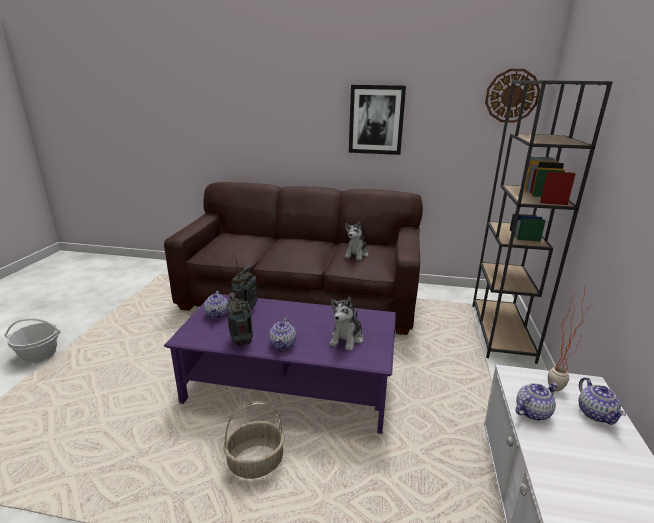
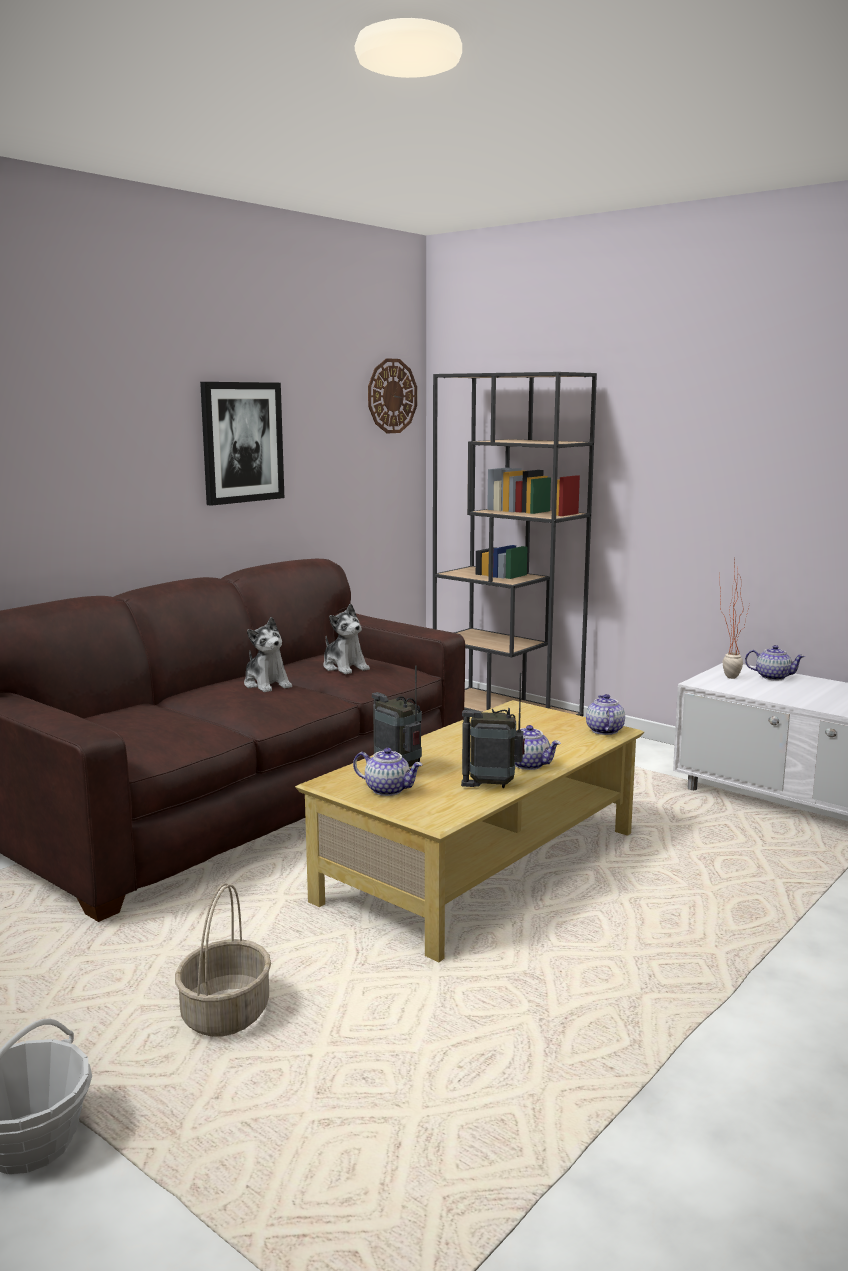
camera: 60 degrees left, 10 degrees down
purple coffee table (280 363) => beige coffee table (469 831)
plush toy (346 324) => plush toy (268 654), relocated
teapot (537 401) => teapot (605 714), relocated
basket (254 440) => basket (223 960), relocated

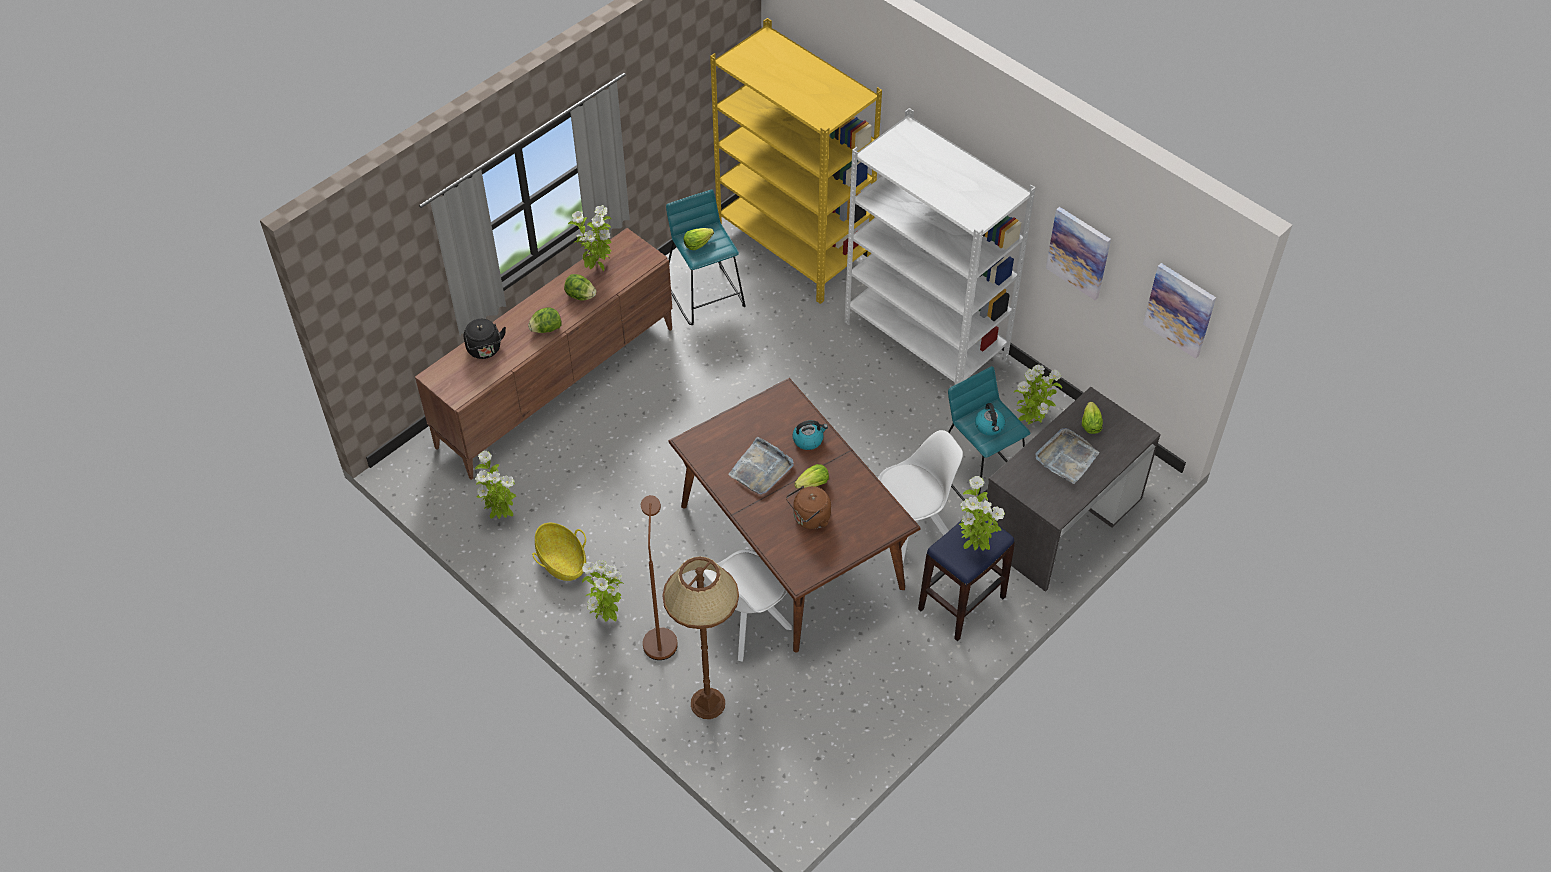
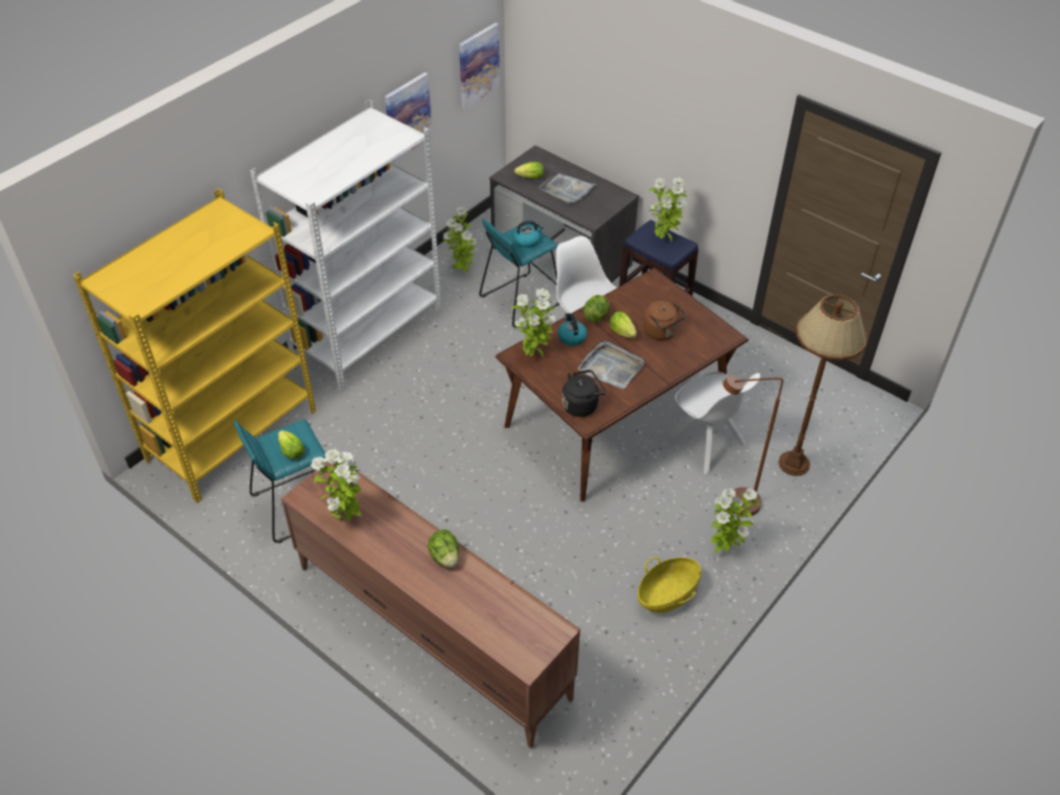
camera: 95 degrees left, 5 degrees down
lettuce (580 287) => lettuce (597 309), relocated
black kettle (485 339) => black kettle (584 393), relocated
potted plant (495 485) => potted plant (533 322), relocated

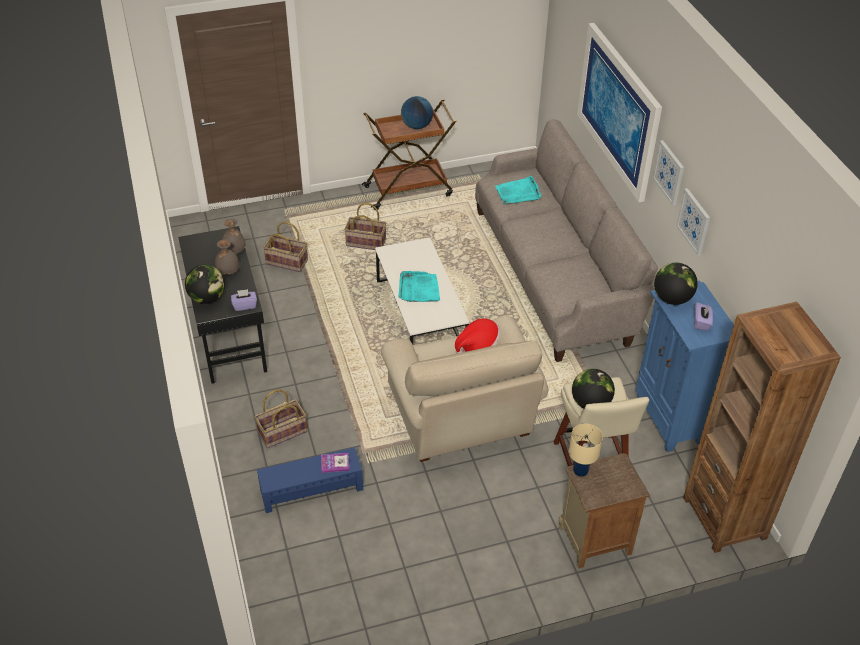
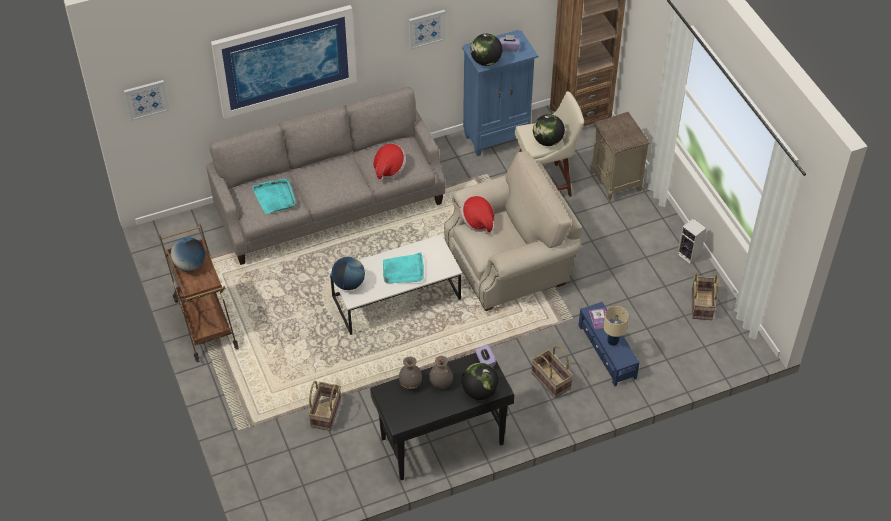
camera: 95 degrees left, 5 degrees up
picture (668 173) => picture (146 100), relocated
basket (365 226) => basket (705 296), relocated
beige table lamp (586 450) => beige table lamp (616 326), relocated
nothing => hat (389 163)
nothing => speaker (691 241)
nothing => globe (348 273)

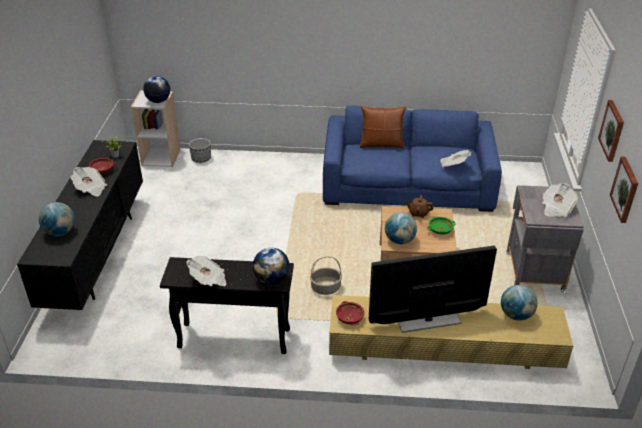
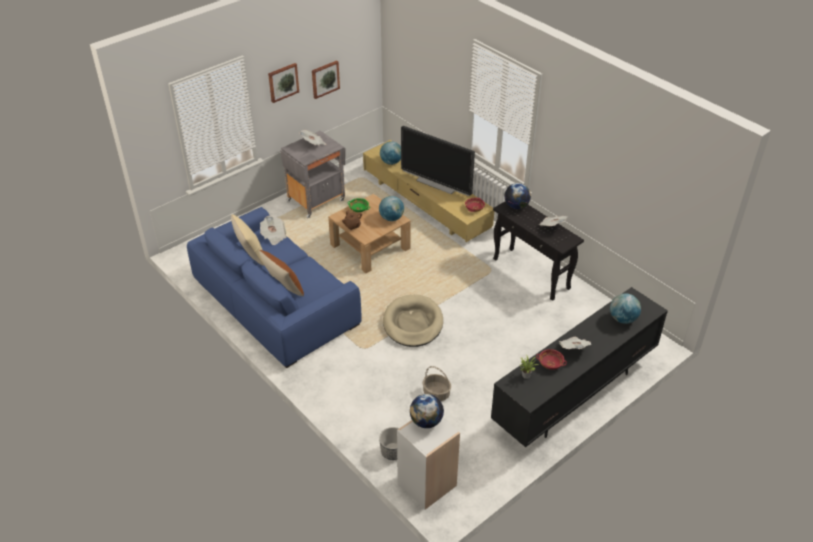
camera: 135 degrees left, 5 degrees up
basket (326 275) => basket (437 383), relocated
nothing => beige pillow (248 240)
nothing => beige dog bed (413 321)

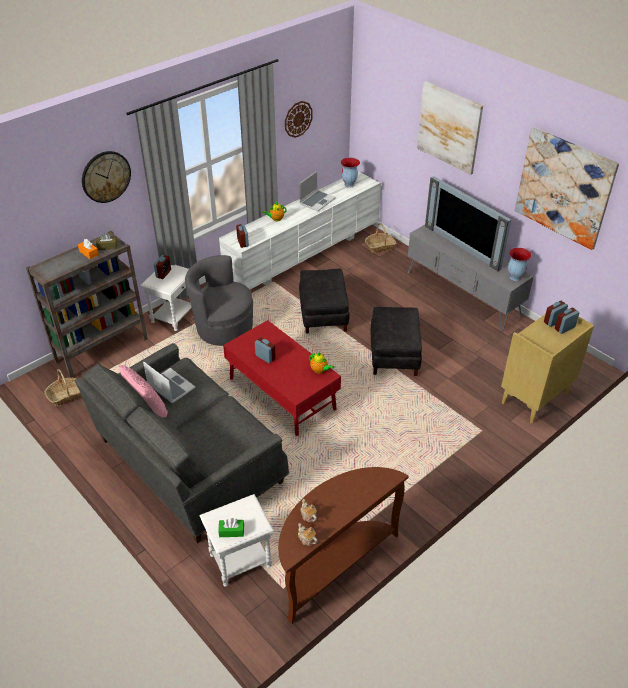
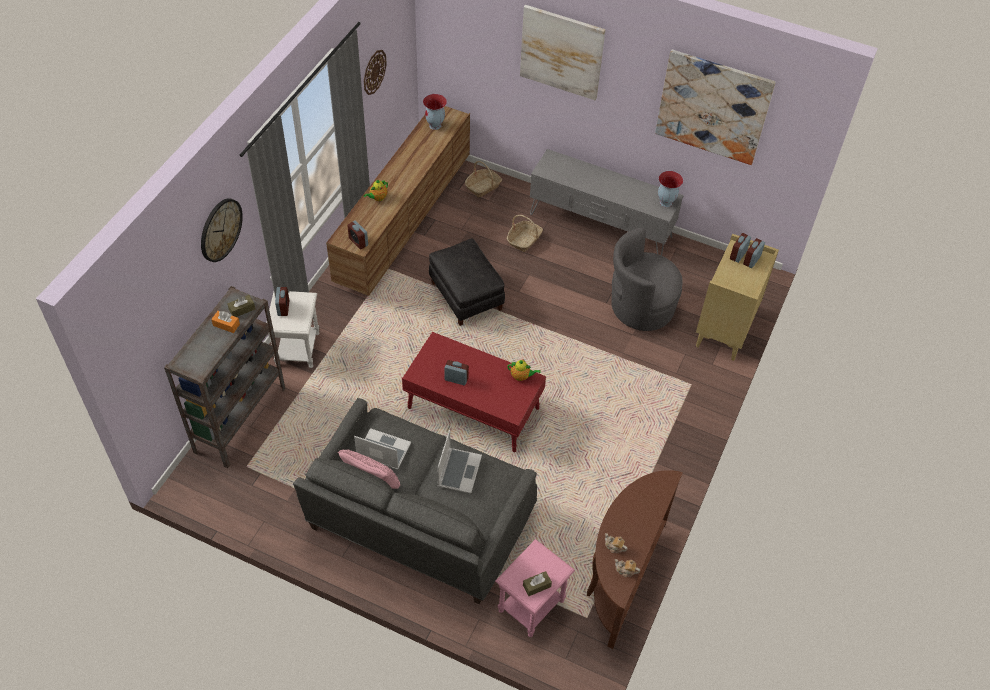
camera: 25 degrees left, 10 degrees up
laptop (317 190) => laptop (460 461), relocated
white cabinet (300 230) => brown cabinet (398 201)
television (468 223) => nothing
grey armchair (219 300) => grey armchair (647 279), relocated
black ottoman (396 341) => nothing
basket (63 388) => basket (525 233), relocated
white side table (236 540) => pink side table (535 588)
green tissue box (231 527) => brown tissue box (537 583)

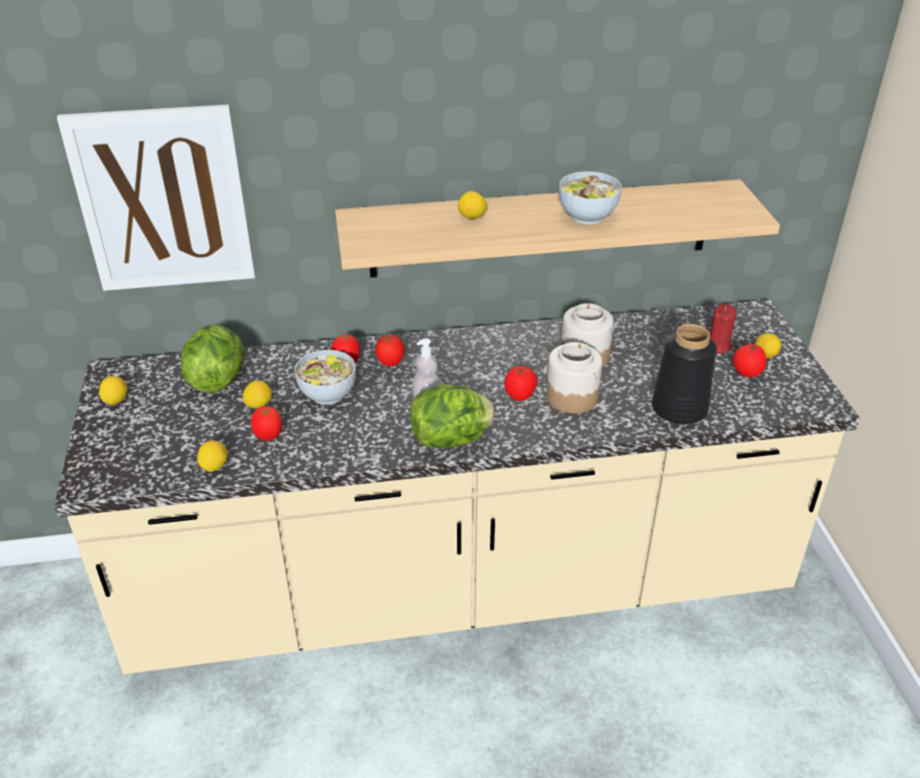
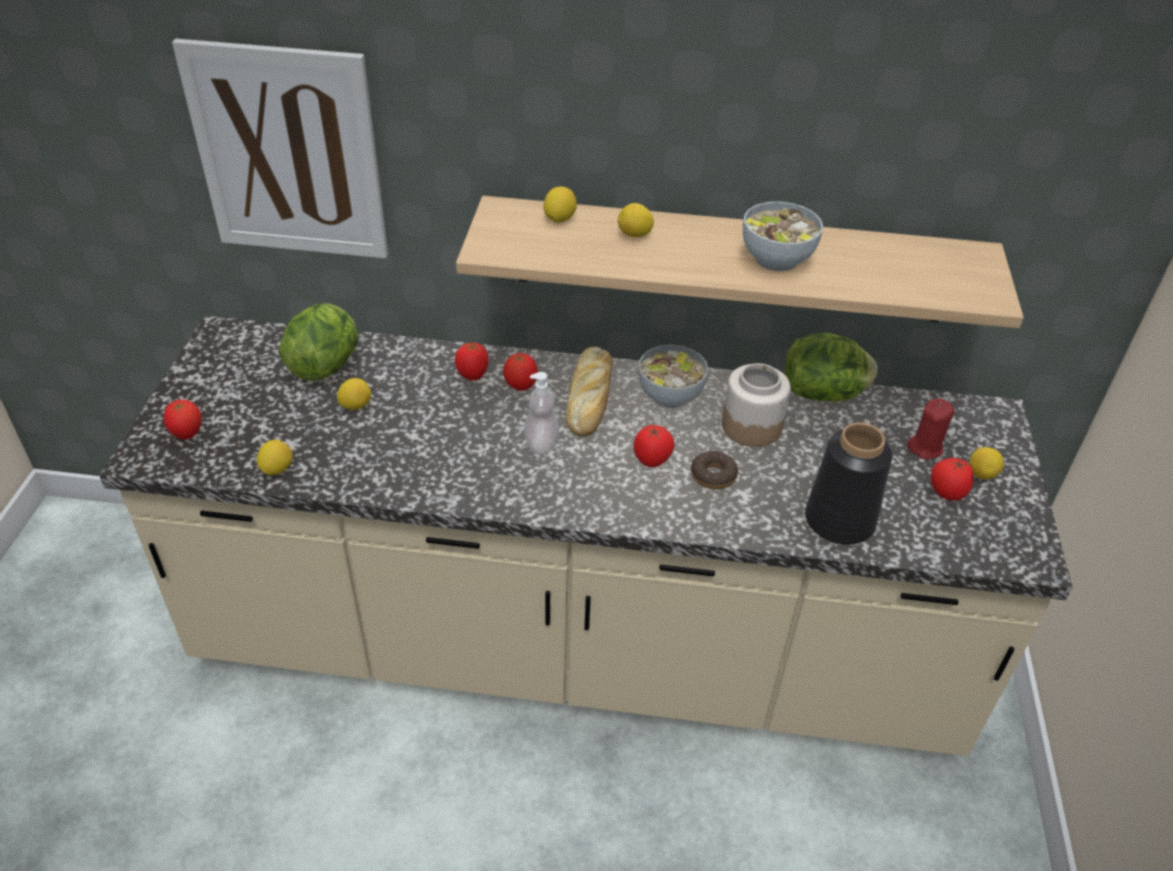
camera: 15 degrees right, 5 degrees up
jar (574 378) => donut (714 470)
bowl (325 377) => bowl (673 376), relocated
lemon (113 390) => lemon (560 204), relocated
lettuce (452 416) => lettuce (831 367), relocated
tomato (266 423) => tomato (183 419), relocated
nothing => bread (589 391)

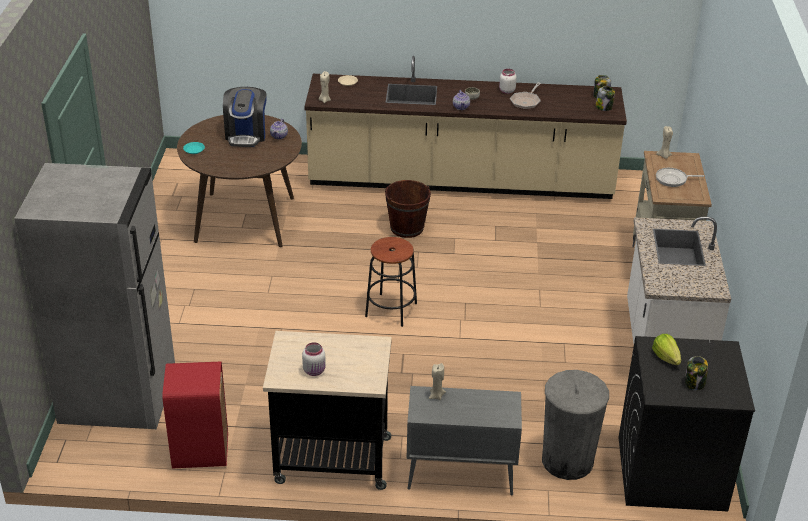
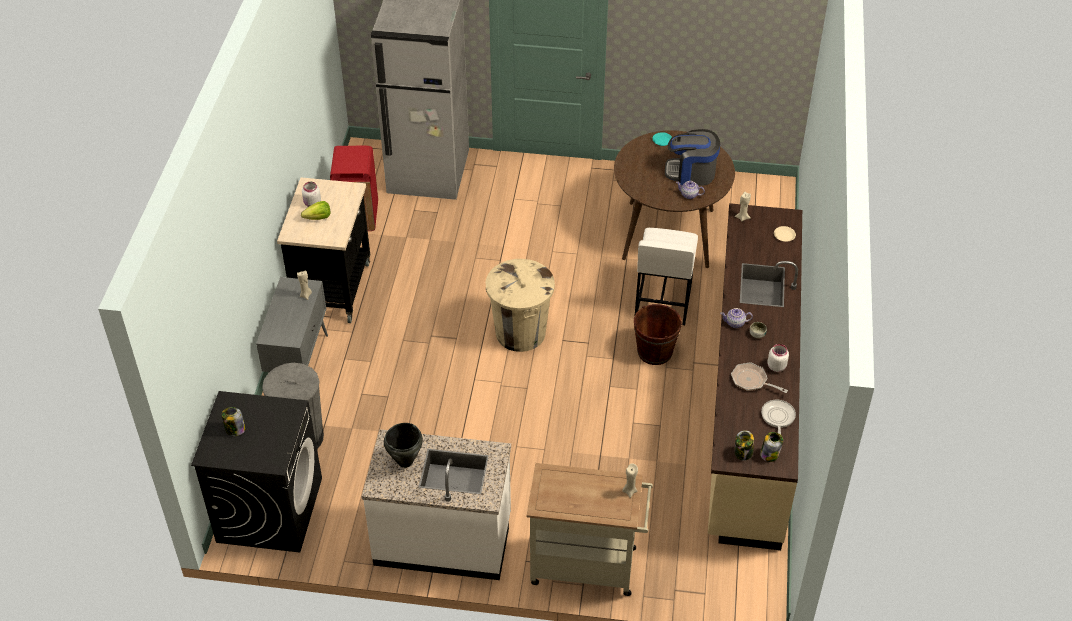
camera: 95 degrees right, 10 degrees up
frying pan (680 177) => frying pan (778 417), relocated
black stool (391 282) => beige trash can (520 305)
lettuce (666 349) => lettuce (315 210), relocated
nothing => white chair (666 276)
nothing => black cooking pot (403 445)

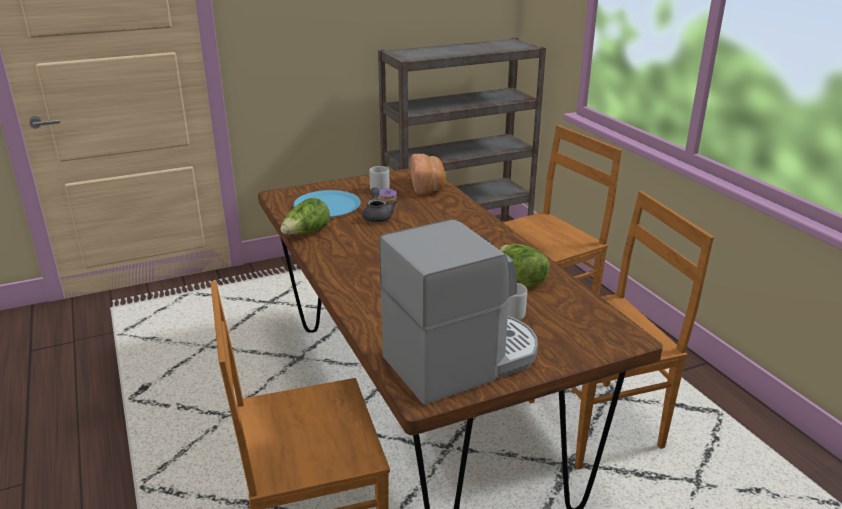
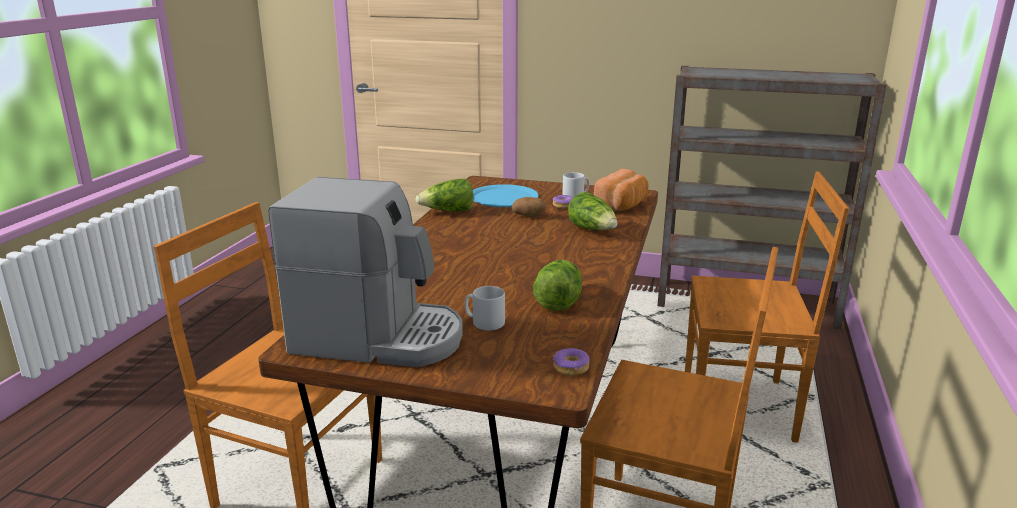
camera: 40 degrees right, 5 degrees down
grey teapot (380 204) => potato (529 207)
nothing => lettuce (593 211)
nothing => donut (571 362)

